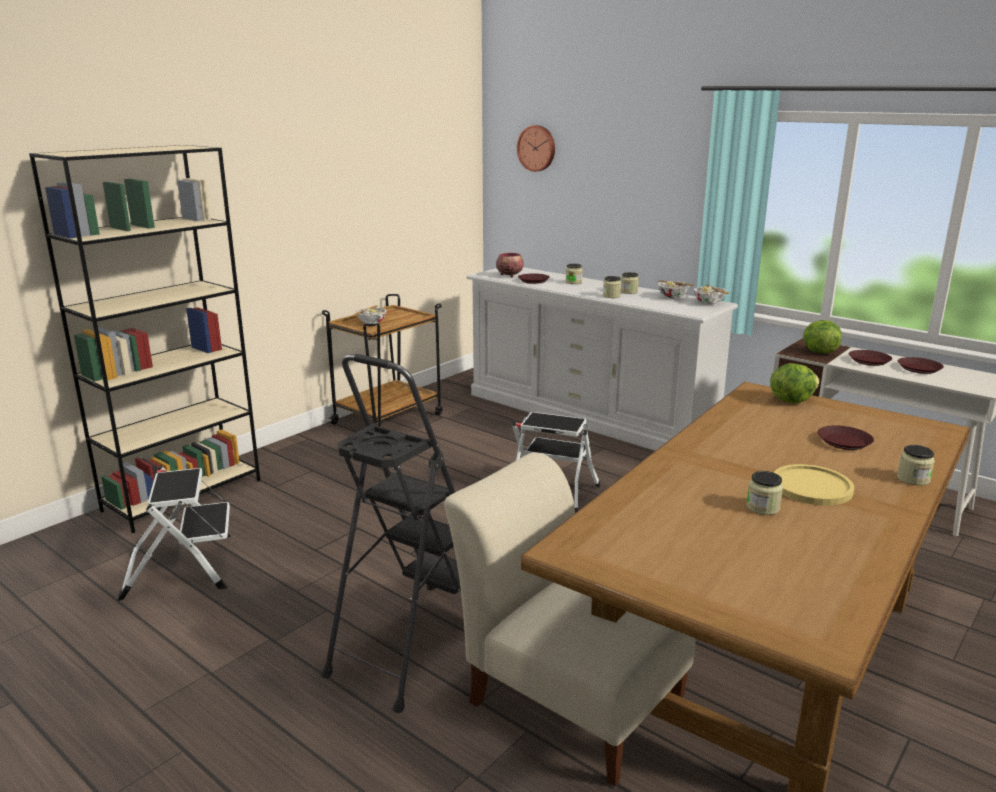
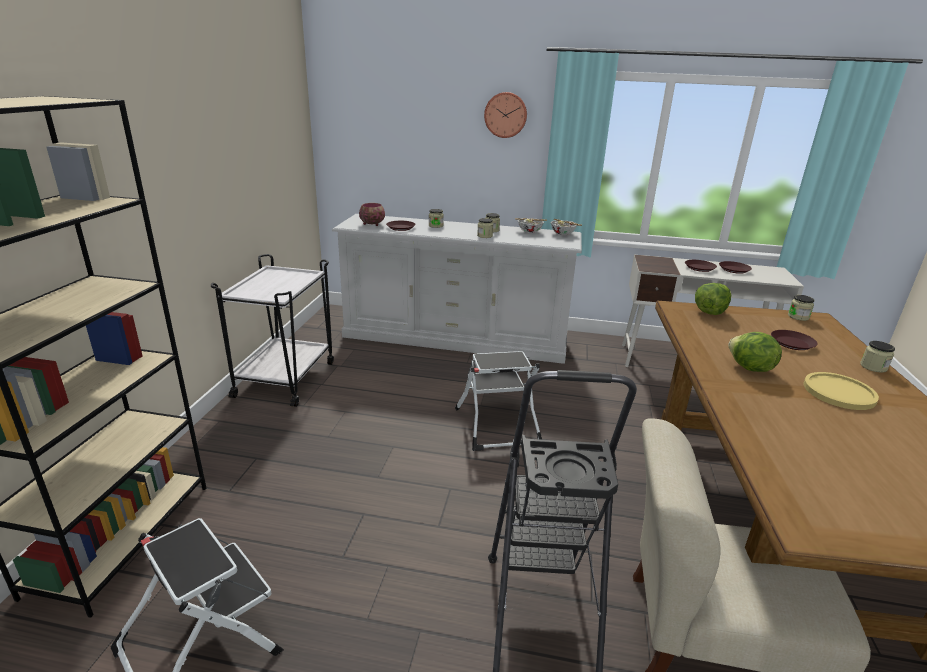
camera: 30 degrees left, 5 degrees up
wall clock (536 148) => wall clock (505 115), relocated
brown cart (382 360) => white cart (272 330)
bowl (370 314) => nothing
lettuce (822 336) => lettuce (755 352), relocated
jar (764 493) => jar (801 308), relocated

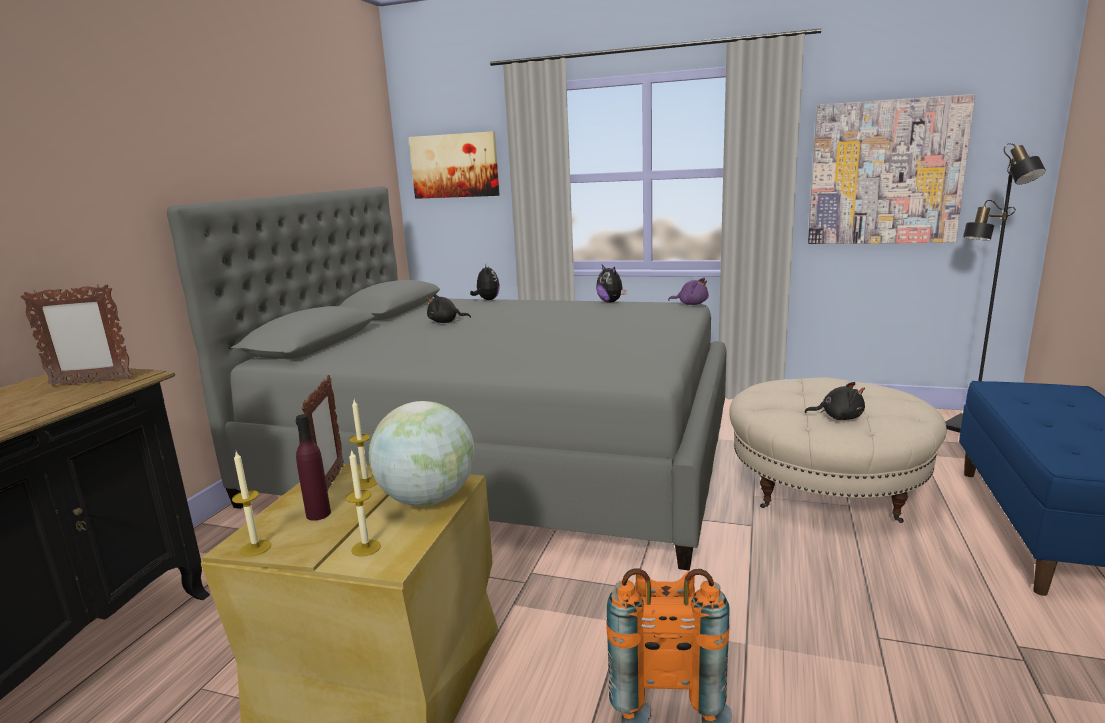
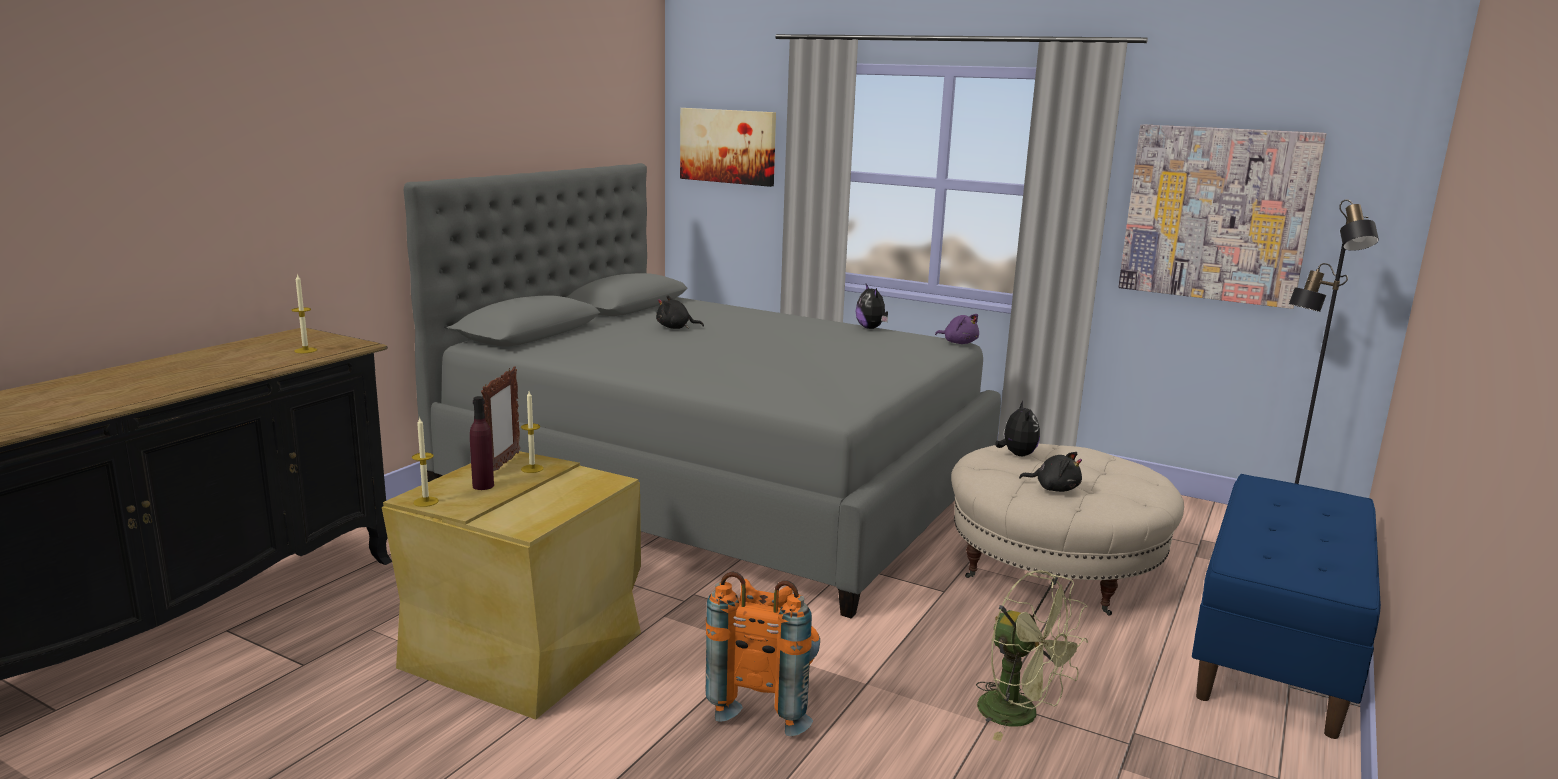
camera: 10 degrees right, 0 degrees up
plush toy (485 282) => plush toy (1017 428), relocated
picture frame (76 335) => nothing
globe (421 453) => nothing
candle (363 503) => candle (304 313), relocated
nothing => green fan (1032 655)

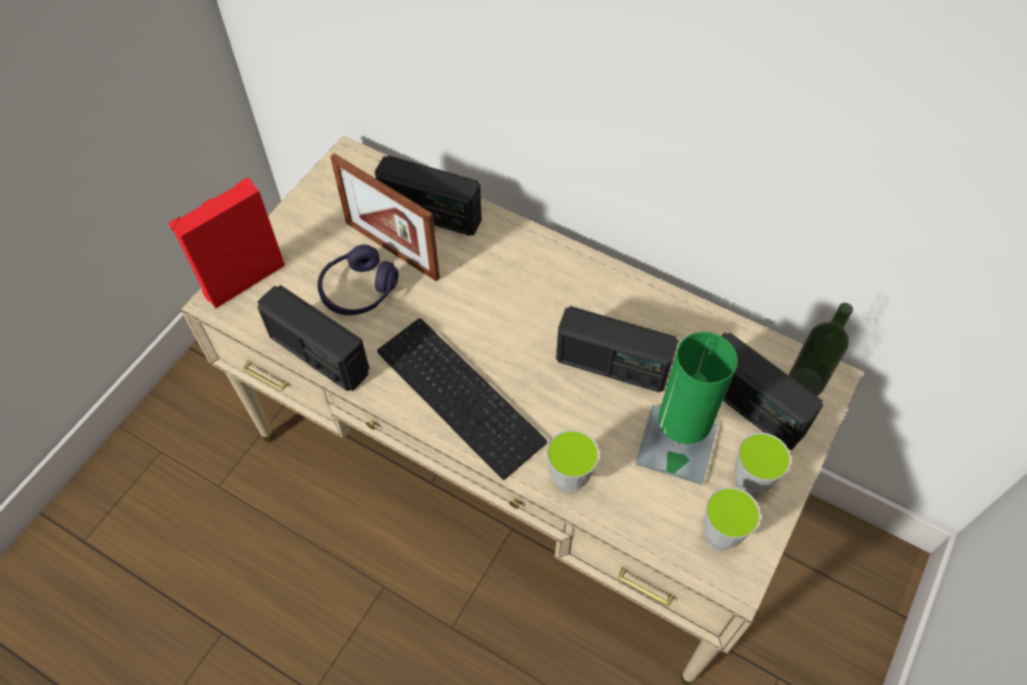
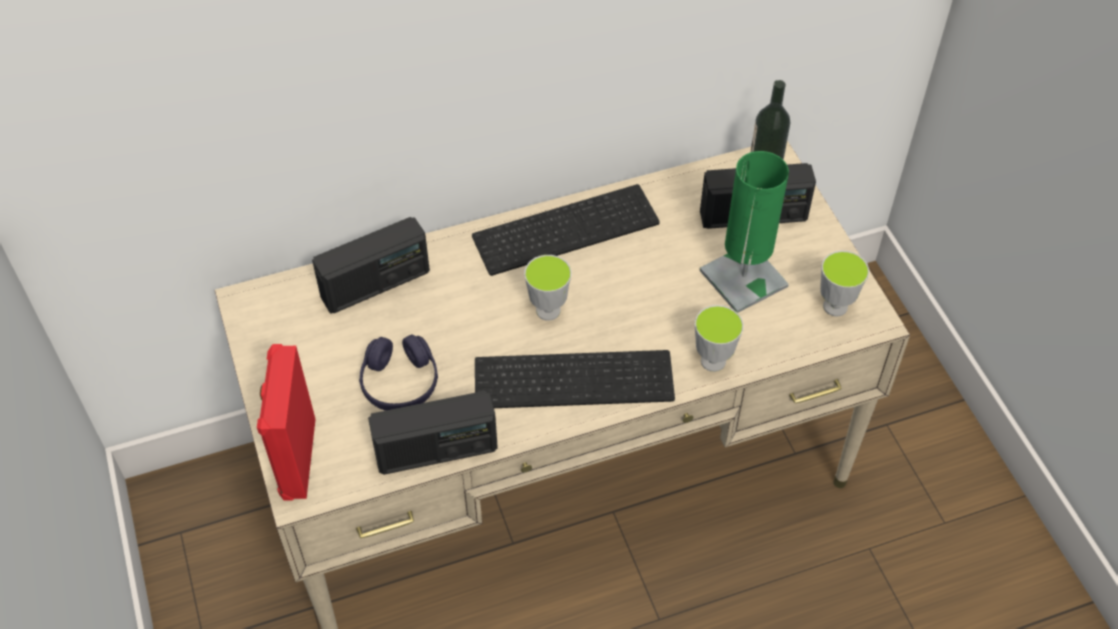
camera: 50 degrees left, 5 degrees down
picture frame (385 217) => nothing
radio (617 349) => nothing
cup (763 464) => cup (548 288), relocated
nothing => keyboard (566 230)

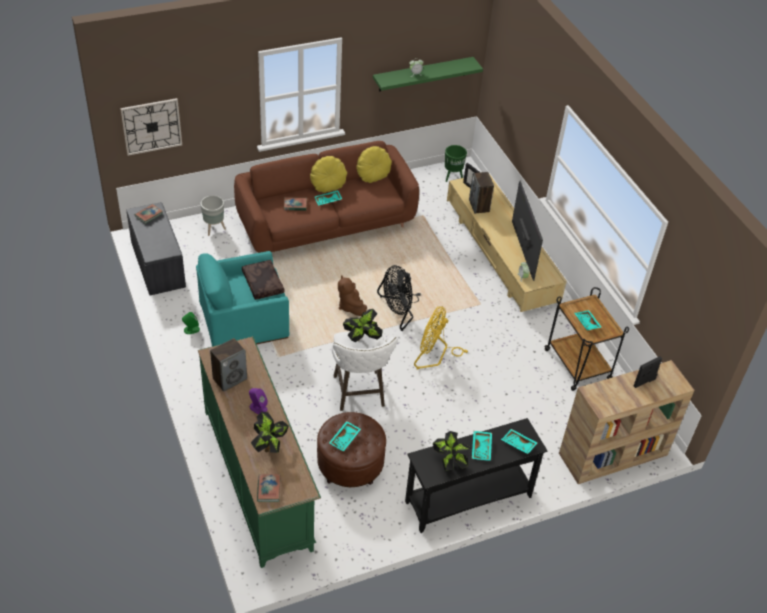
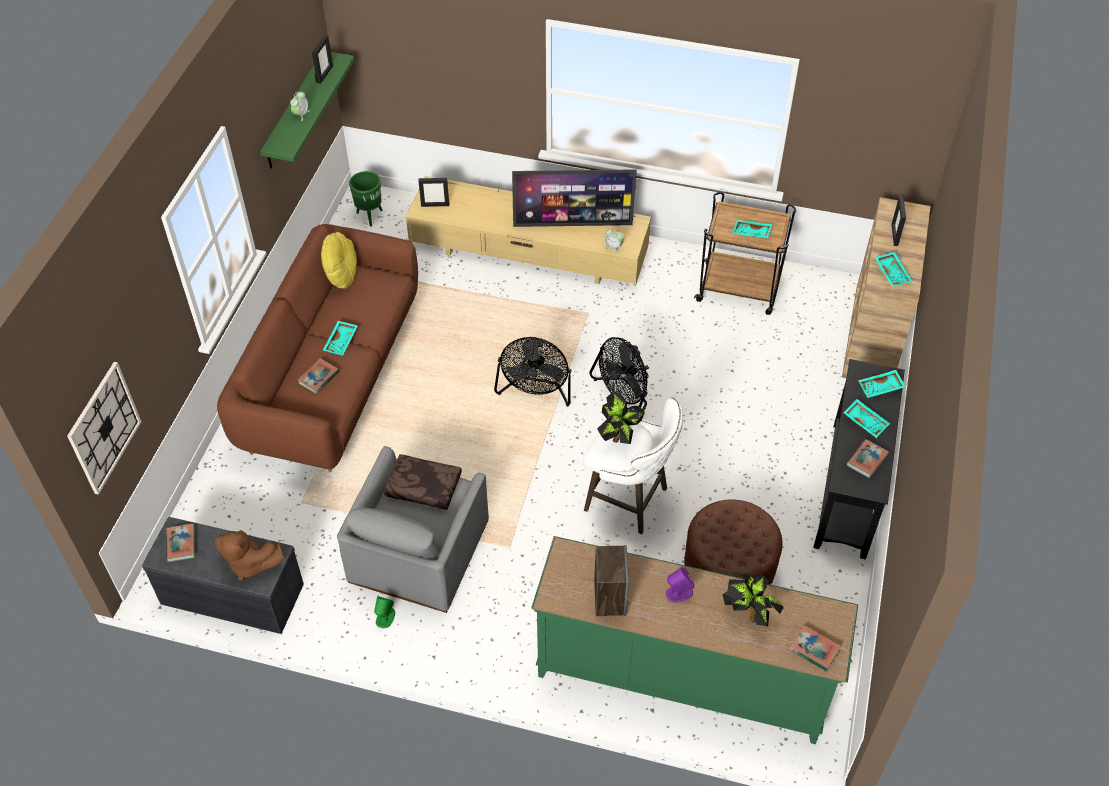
camera: 50 degrees left, 5 degrees up
yellow pillow (328 174) => nothing
speaker (481 193) => nothing
television (527 231) => television (574 198), 150 degrees clockwise
grey planter (213 215) => nothing
turquoise armchair (242 298) => grey armchair (413 529)
brown plush toy (352 295) => brown plush toy (250 555), relocated
yellow fan (441 337) => black fan (619 374)
turquoise tray (345 436) => turquoise tray (893 269), relocated
potted plant (452 451) => book (867 458)
nothing => picture frame (322 59)

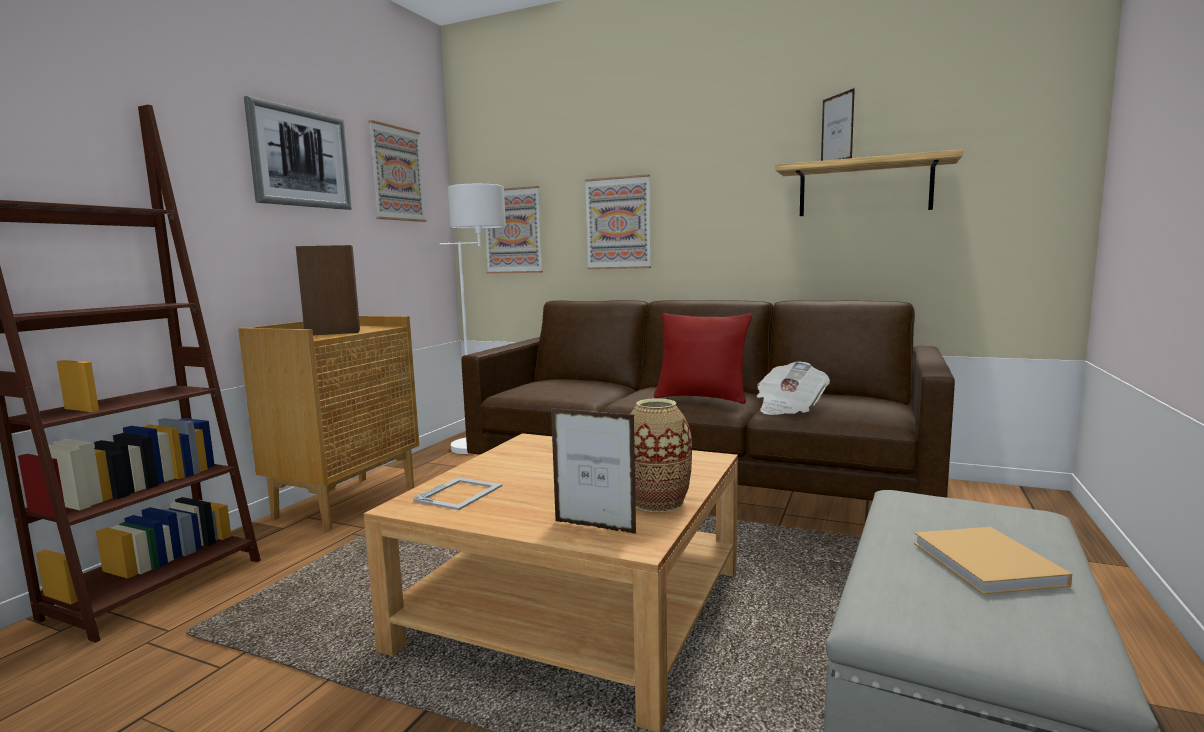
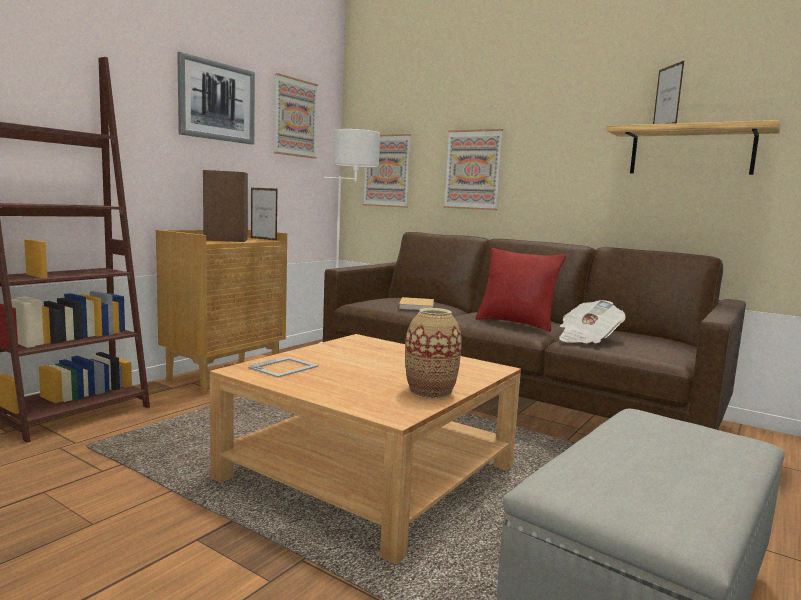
camera: 10 degrees right, 0 degrees up
picture frame (594 471) => picture frame (264 214), relocated
beige book (993 561) => beige book (416 303), relocated

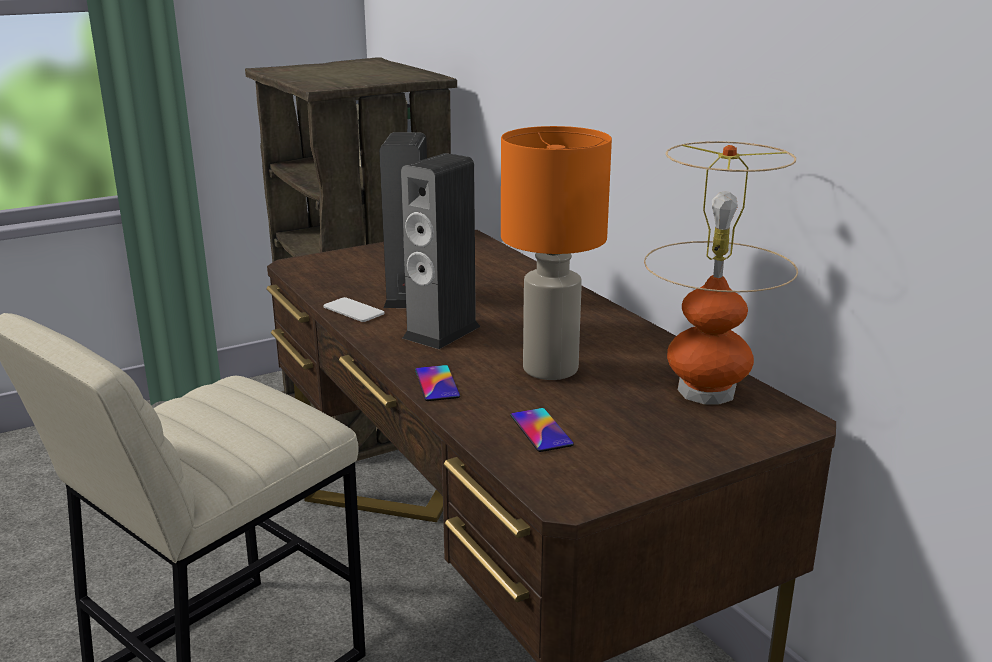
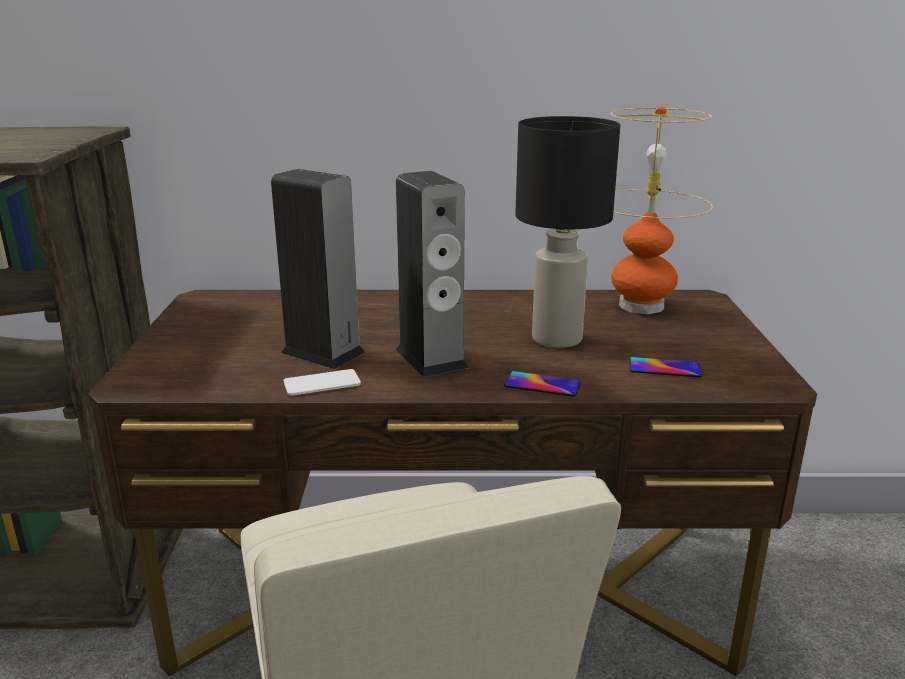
camera: 60 degrees left, 0 degrees up
orange table lamp (556 253) => black table lamp (567 232)

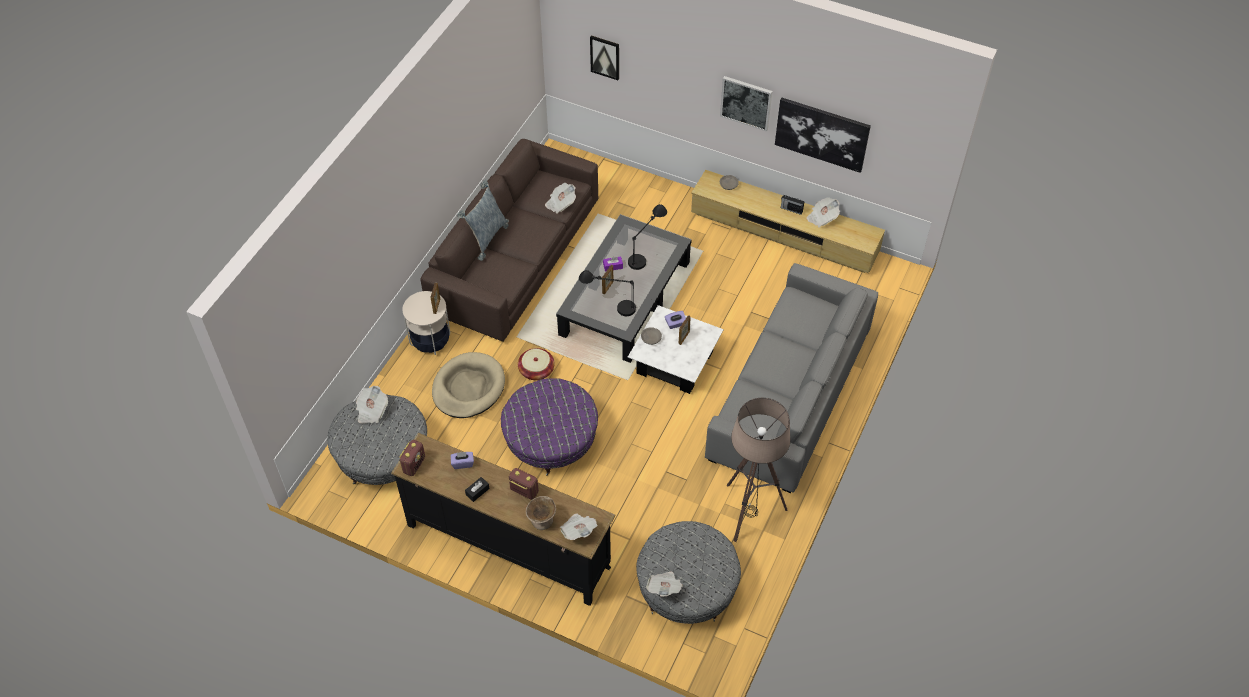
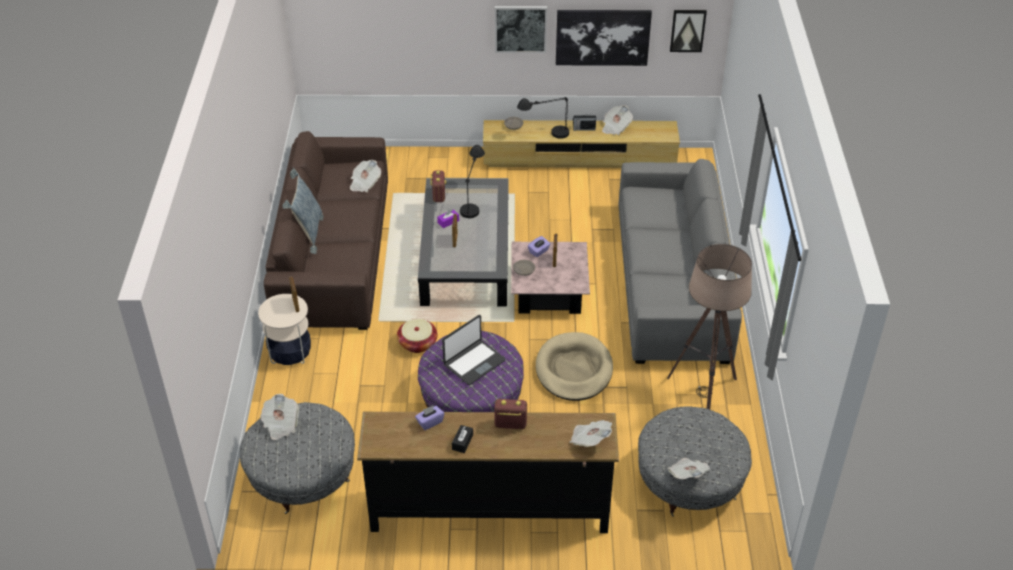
camera: 25 degrees left, 10 degrees down
picture (604 57) => picture (688 31), relocated
black table lamp (607 293) => black table lamp (543 118), relocated
white coffee table (676 349) => pink coffee table (550 278)
beige dog bed (468 385) => beige dog bed (574 366), relocated
radio (412 458) => radio (438 186), relocated
beige bowl (541 513) => nothing
nothing => laptop (474 350)

